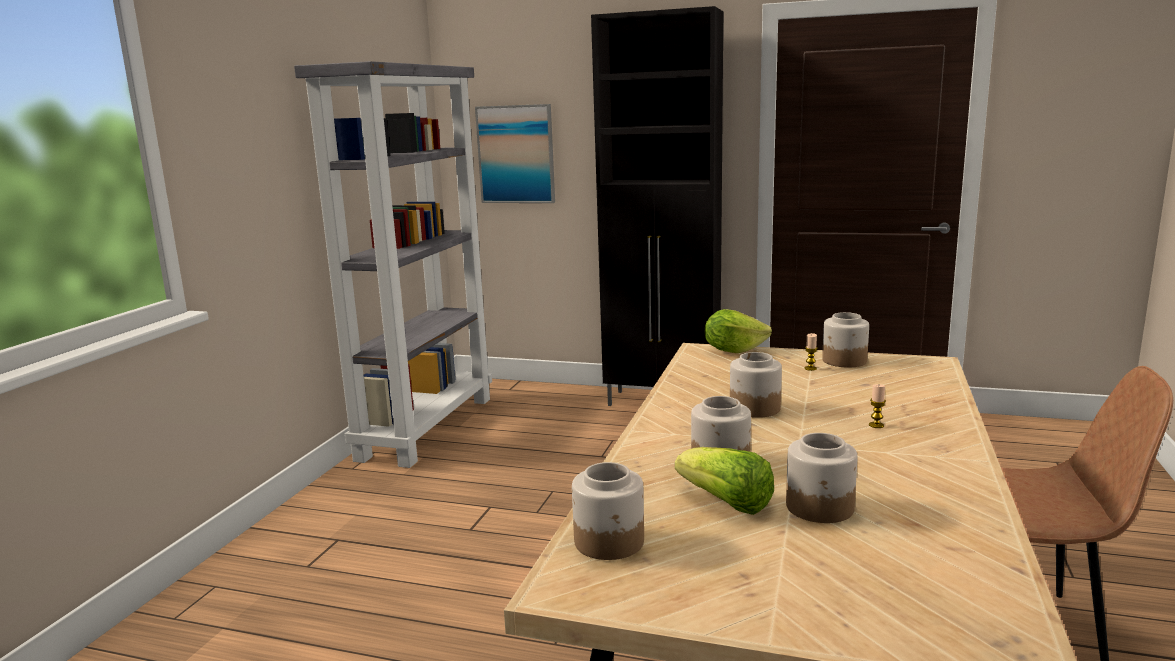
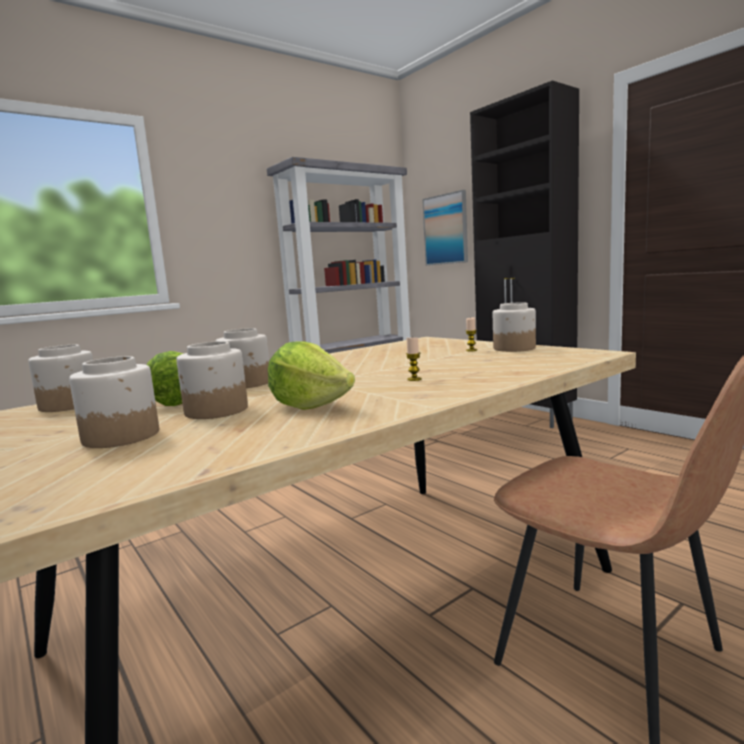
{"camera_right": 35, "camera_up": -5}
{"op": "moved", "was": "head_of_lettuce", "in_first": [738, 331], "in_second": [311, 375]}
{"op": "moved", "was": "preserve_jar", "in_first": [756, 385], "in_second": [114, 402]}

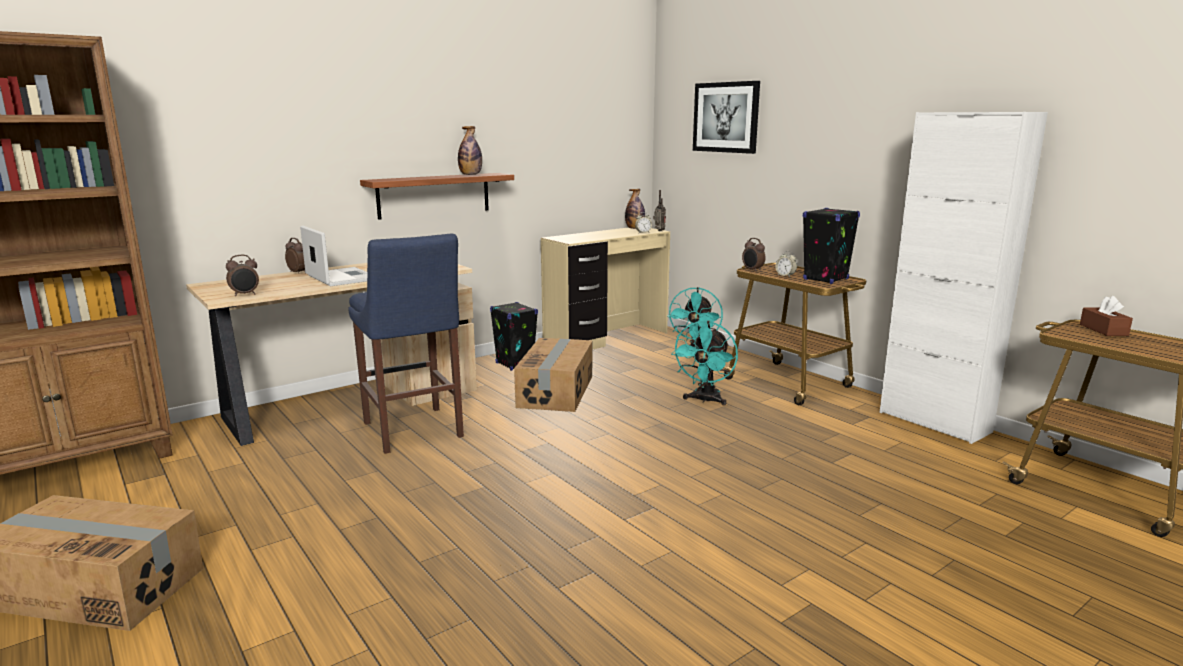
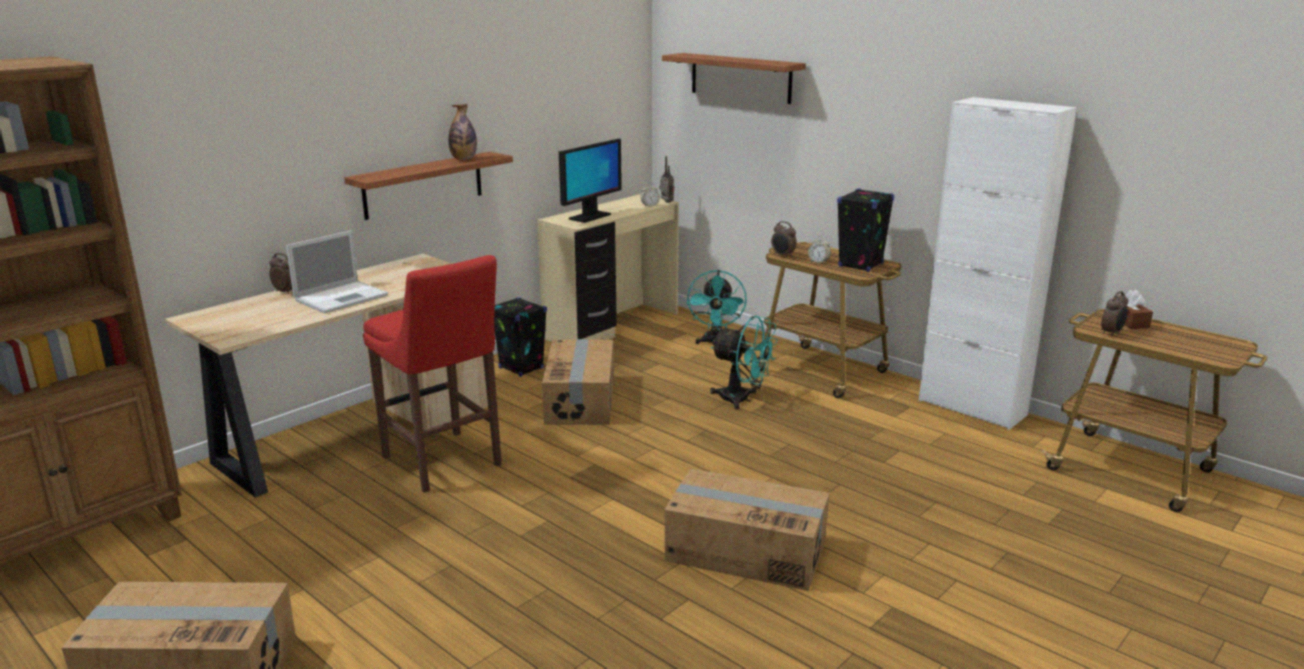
{"camera_right": -10, "camera_up": 5}
{"op": "removed", "was": "beverage_bottle", "in_first": [635, 209]}
{"op": "added", "now": "computer_display", "in_second": [590, 181]}
{"op": "added", "now": "packing_box", "in_second": [747, 530]}
{"op": "moved", "was": "alarm_clock", "in_first": [242, 275], "in_second": [1114, 314]}
{"op": "replaced", "was": "wall_art", "now": "wall_shelf", "in_first": [726, 117], "in_second": [734, 78]}
{"op": "recoloured", "was": "blue-coloured_stool", "now": "red-coloured_stool", "in_first": [406, 344], "in_second": [432, 374]}
{"op": "turned", "was": "laptop", "in_first": [333, 256], "in_second": [337, 272], "clockwise": 90}
{"op": "turned", "was": "turquoise-coloured_fan", "in_first": [704, 363], "in_second": [744, 363], "clockwise": -75}

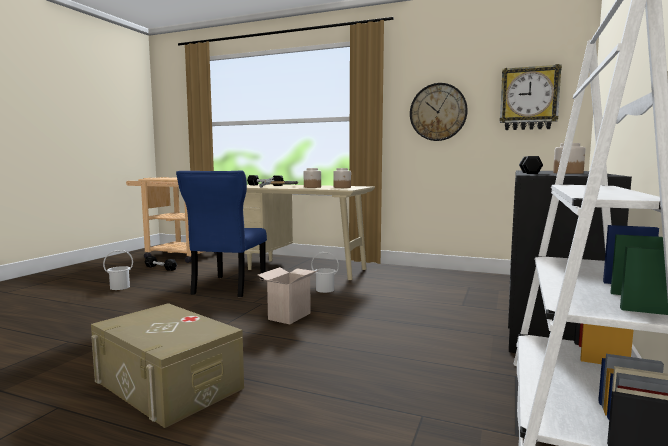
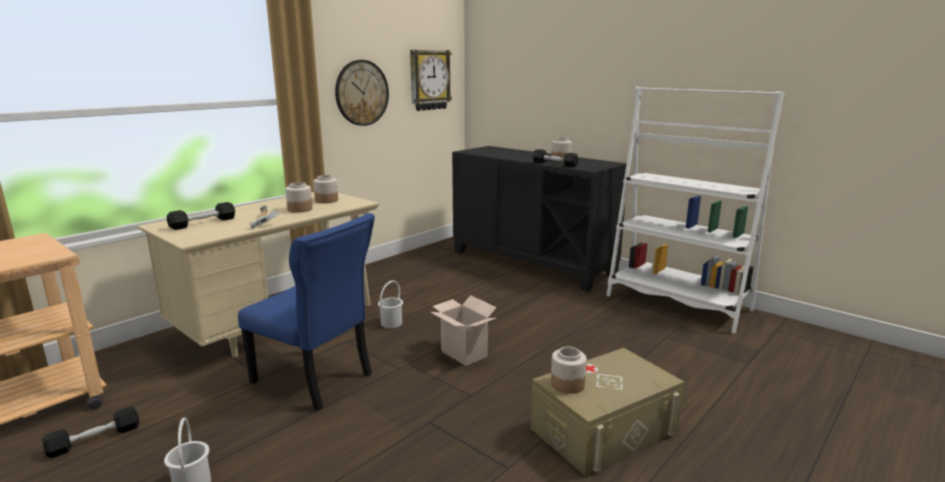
{"camera_right": -70, "camera_up": 10}
{"op": "added", "now": "preserve_jar", "in_second": [569, 370]}

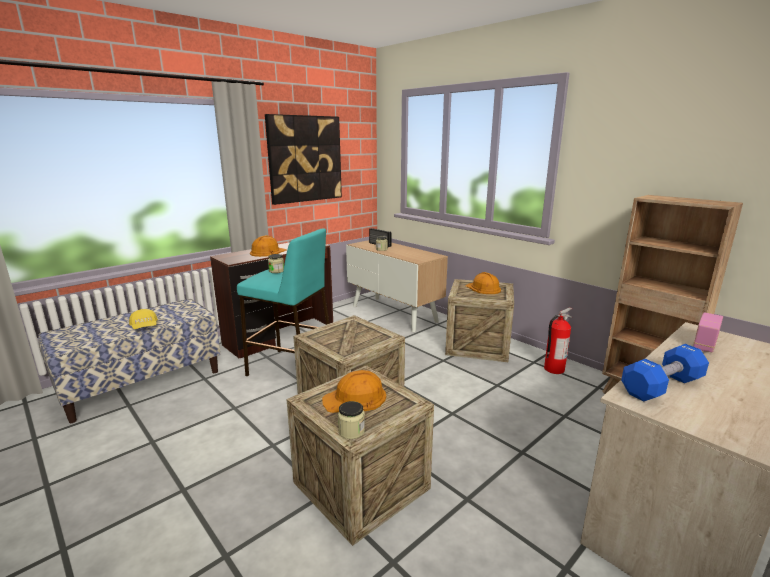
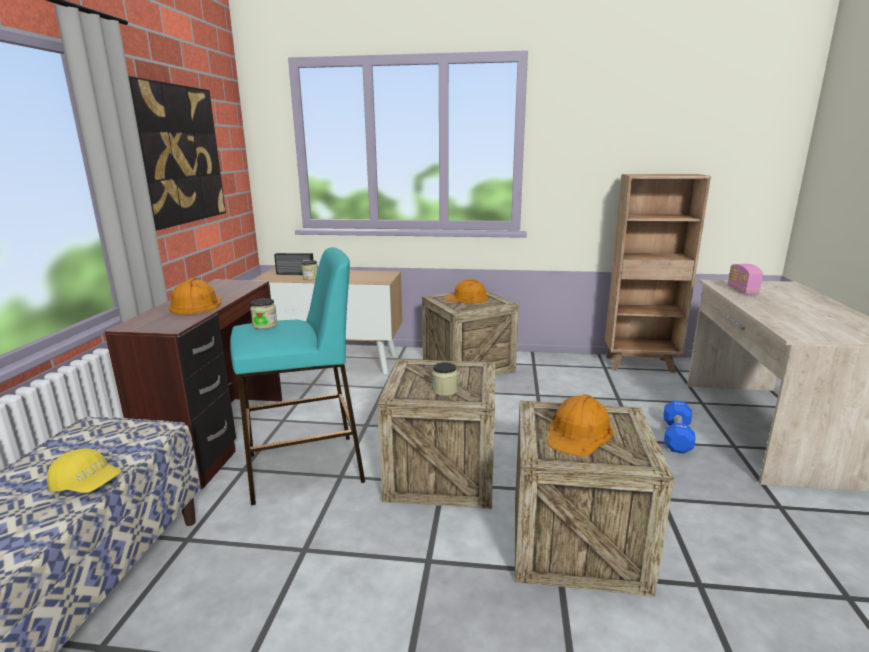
{"camera_right": -40, "camera_up": 0}
{"op": "removed", "was": "extinguisher", "in_first": [558, 340]}
{"op": "moved", "was": "preserve_jar", "in_first": [351, 420], "in_second": [444, 379]}
{"op": "moved", "was": "blue-coloured_free_weight", "in_first": [665, 372], "in_second": [679, 427]}

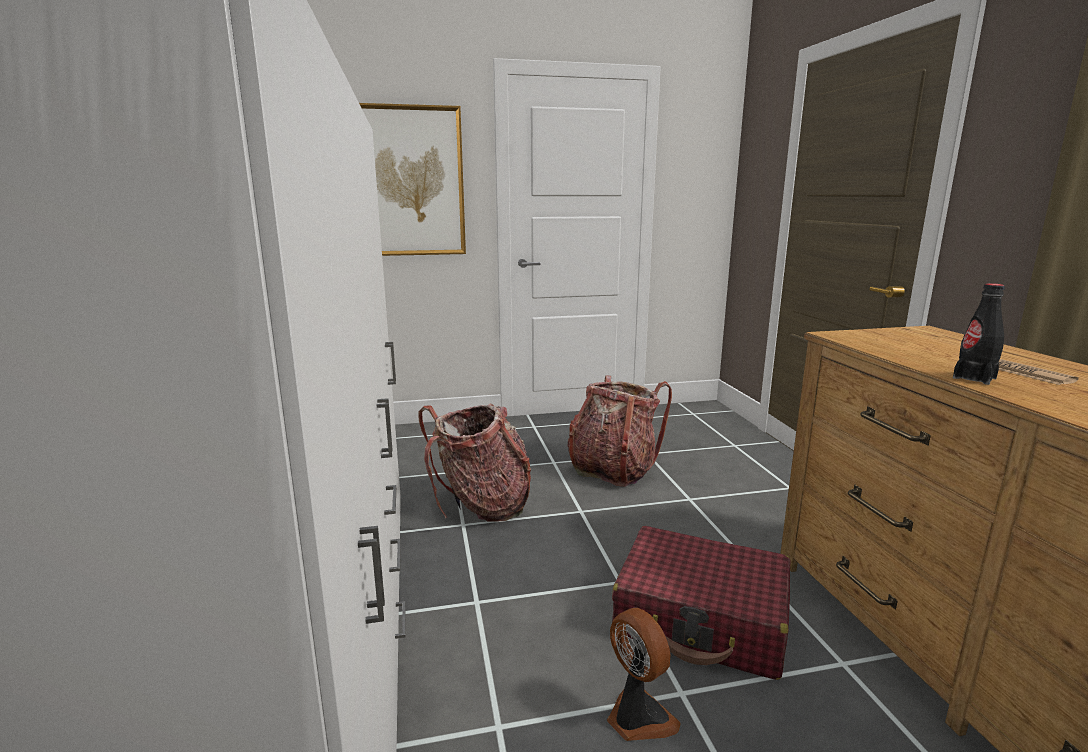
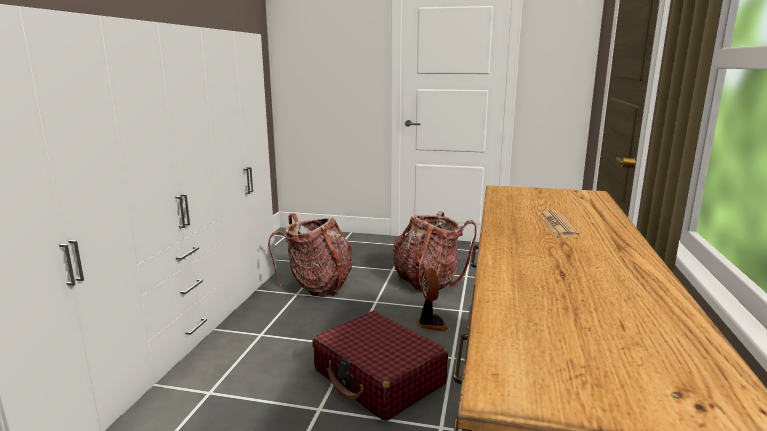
{"camera_right": 25, "camera_up": 0}
{"op": "removed", "was": "wall_art", "in_first": [412, 179]}
{"op": "removed", "was": "blackish_beverage_bottle", "in_first": [979, 334]}
{"op": "moved", "was": "fan", "in_first": [644, 674], "in_second": [432, 299]}

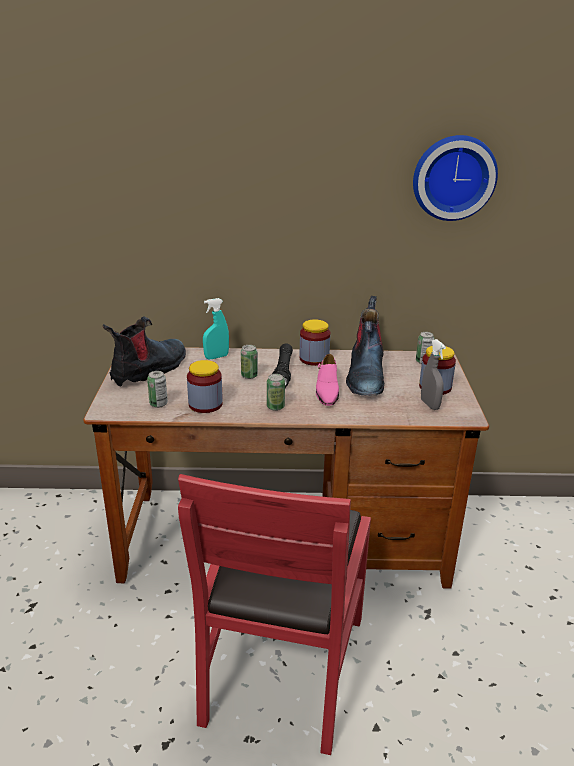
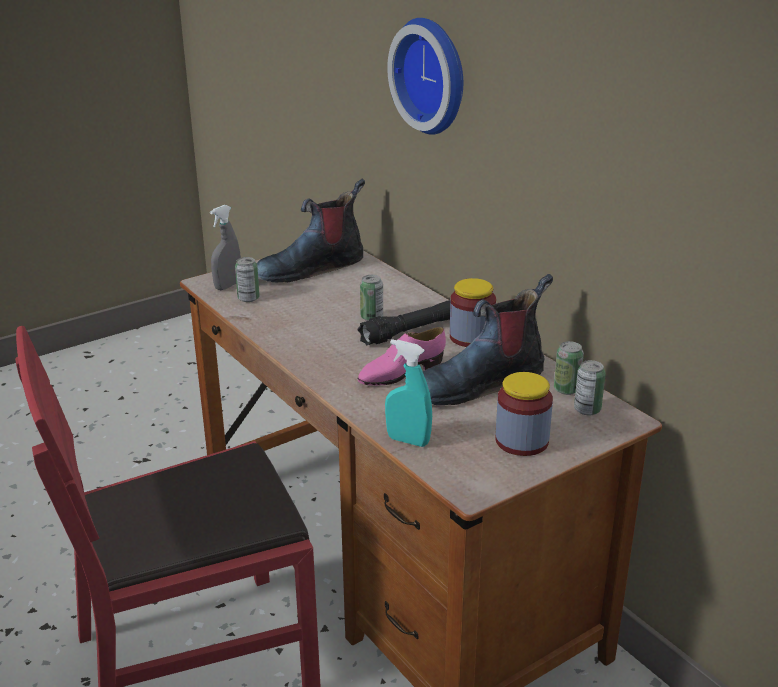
{"camera_right": 55, "camera_up": 0}
{"op": "removed", "was": "preserve_jar", "in_first": [205, 386]}
{"op": "moved", "was": "turquoise-coloured_sprayer", "in_first": [216, 328], "in_second": [408, 393]}
{"op": "moved", "was": "metal_can", "in_first": [276, 392], "in_second": [569, 368]}
{"op": "moved", "was": "hanging_clock", "in_first": [455, 178], "in_second": [425, 76]}
{"op": "moved", "was": "greyish_sprayer", "in_first": [433, 374], "in_second": [225, 247]}
{"op": "turned", "was": "tall_boot", "in_first": [144, 351], "in_second": [311, 230], "clockwise": 150}

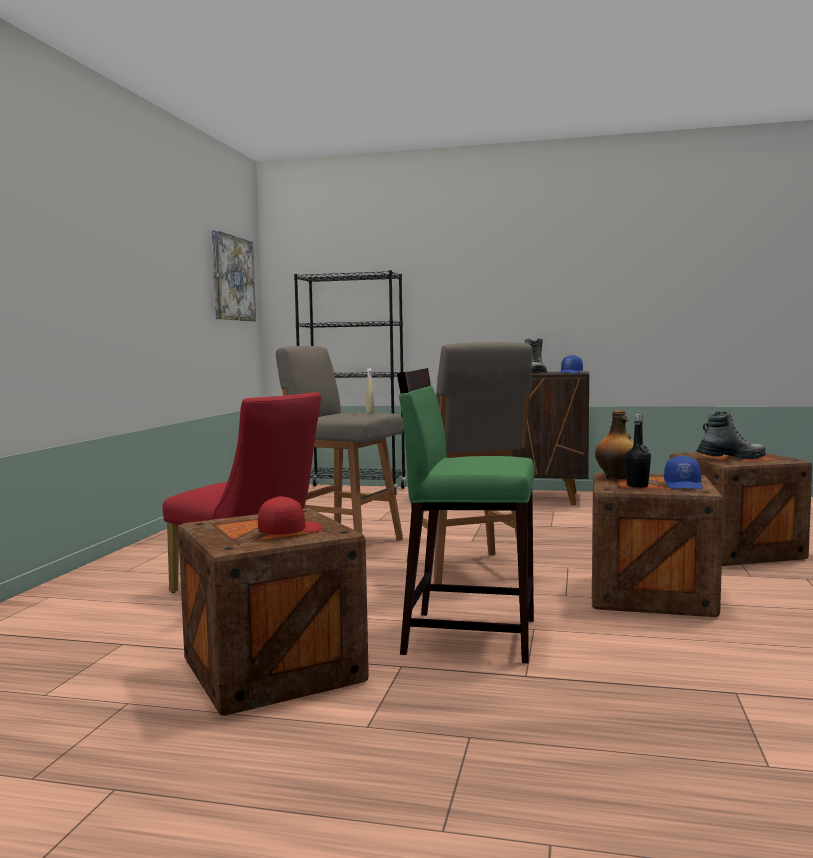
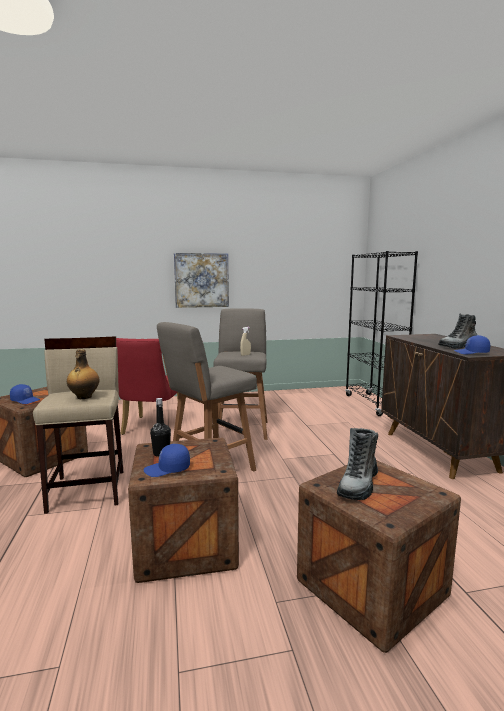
{"camera_right": 65, "camera_up": 5}
{"op": "moved", "was": "wall_art", "in_first": [234, 275], "in_second": [201, 280]}
{"op": "moved", "was": "beverage_bottle", "in_first": [614, 444], "in_second": [83, 374]}
{"op": "recoloured", "was": "red-coloured_peaked_cap", "now": "blue-coloured_peaked_cap", "in_first": [289, 515], "in_second": [25, 394]}
{"op": "recoloured", "was": "greenish_stool", "now": "sand-coloured_stool", "in_first": [466, 515], "in_second": [78, 425]}
{"op": "turned", "was": "tall_boot", "in_first": [731, 435], "in_second": [357, 464], "clockwise": 60}

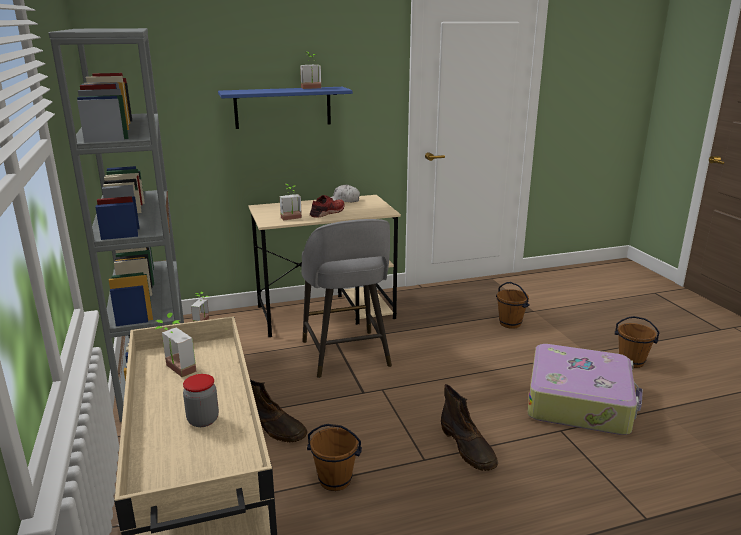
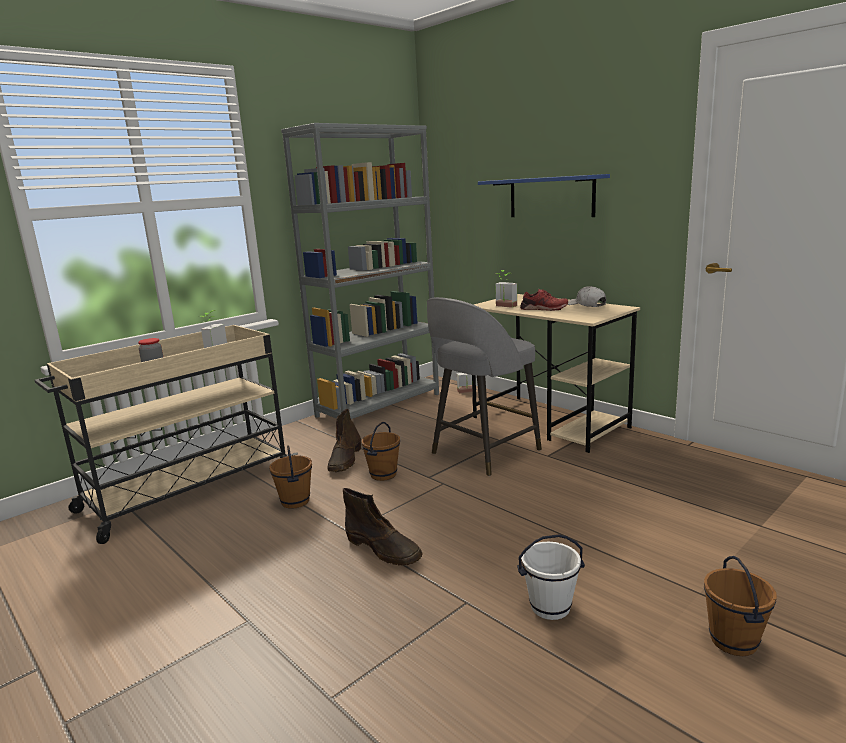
{"camera_right": 65, "camera_up": -5}
{"op": "removed", "was": "houseplant", "in_first": [310, 70]}
{"op": "moved", "was": "brown-coloured_bucket", "in_first": [513, 305], "in_second": [380, 451]}
{"op": "replaced", "was": "travel_case", "now": "white-coloured_bucket", "in_first": [585, 389], "in_second": [551, 577]}
{"op": "turned", "was": "brown-coloured_tall_boot", "in_first": [469, 427], "in_second": [383, 527], "clockwise": -90}

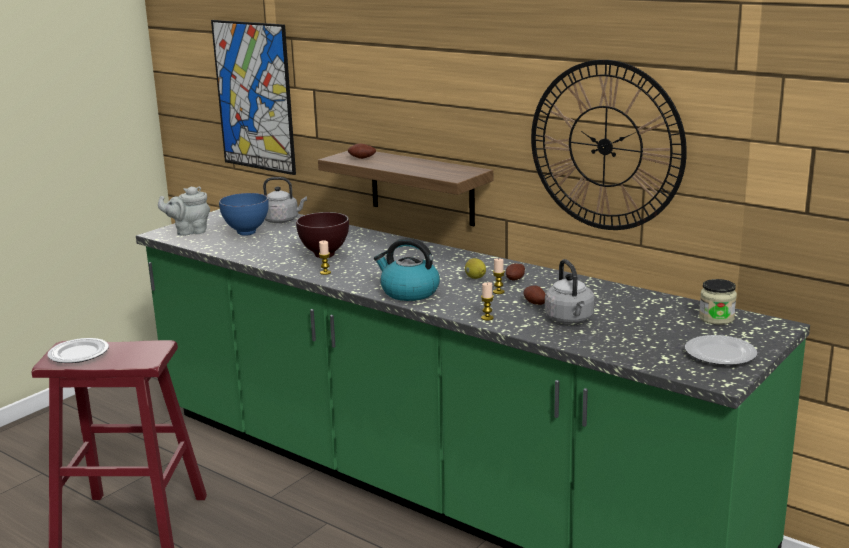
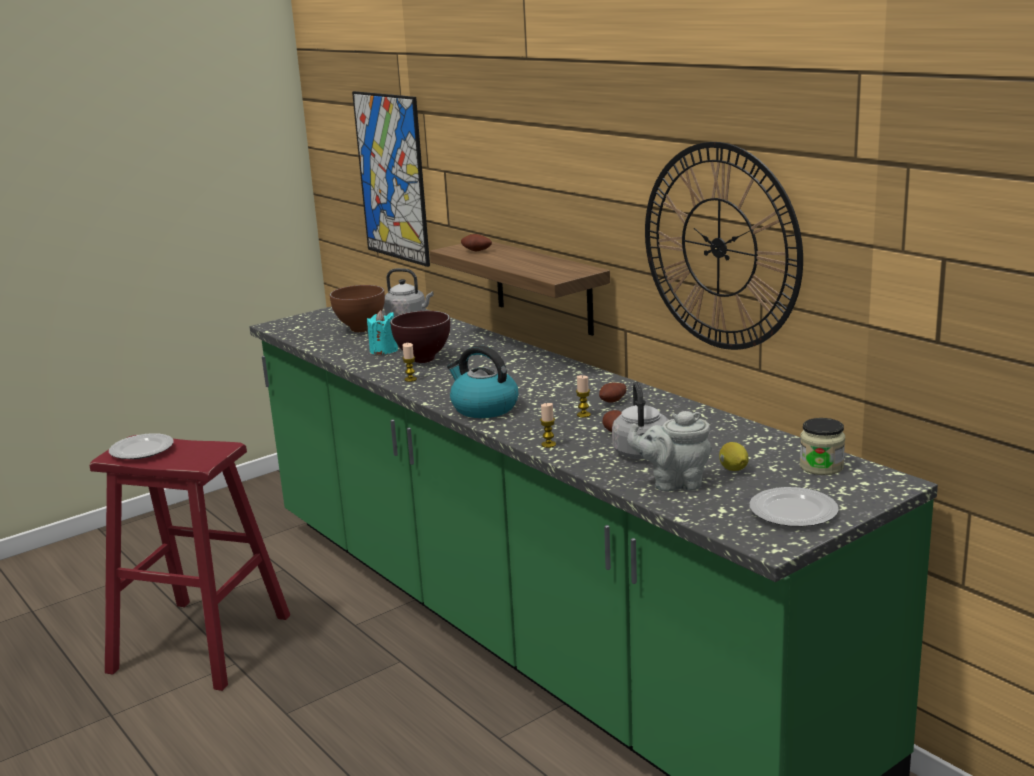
{"camera_right": 15, "camera_up": 0}
{"op": "added", "now": "turquoise-coloured_wax_candle", "in_second": [382, 332]}
{"op": "moved", "was": "greyish_tea_pot", "in_first": [184, 211], "in_second": [669, 451]}
{"op": "moved", "was": "lemon", "in_first": [475, 268], "in_second": [733, 456]}
{"op": "recoloured", "was": "blue-coloured_bowl", "now": "brown-coloured_bowl", "in_first": [244, 214], "in_second": [357, 308]}

